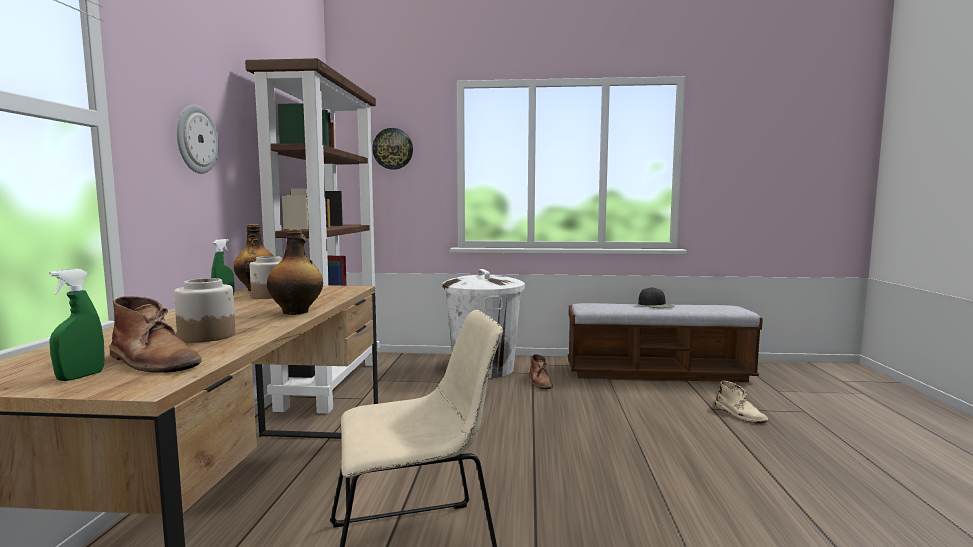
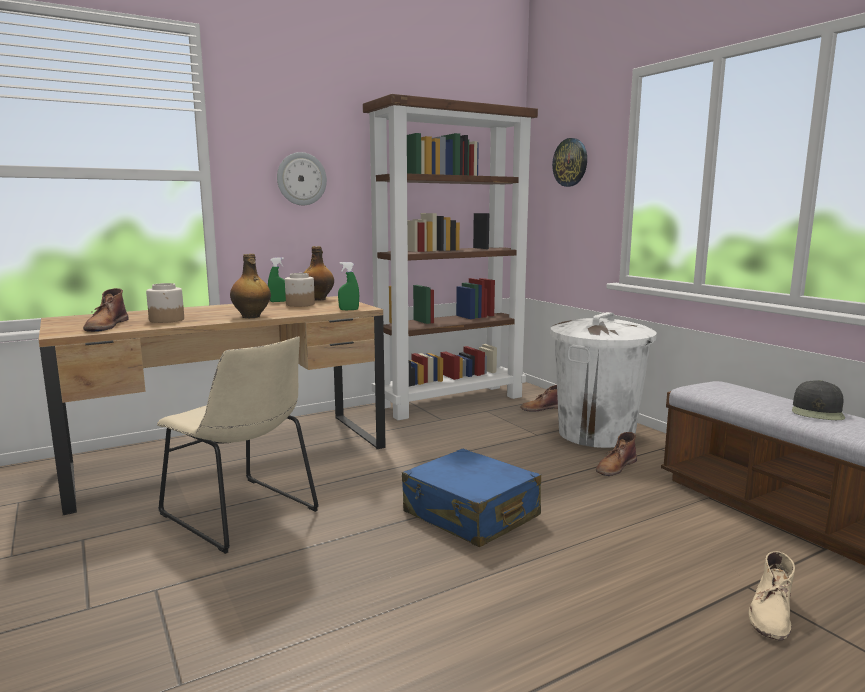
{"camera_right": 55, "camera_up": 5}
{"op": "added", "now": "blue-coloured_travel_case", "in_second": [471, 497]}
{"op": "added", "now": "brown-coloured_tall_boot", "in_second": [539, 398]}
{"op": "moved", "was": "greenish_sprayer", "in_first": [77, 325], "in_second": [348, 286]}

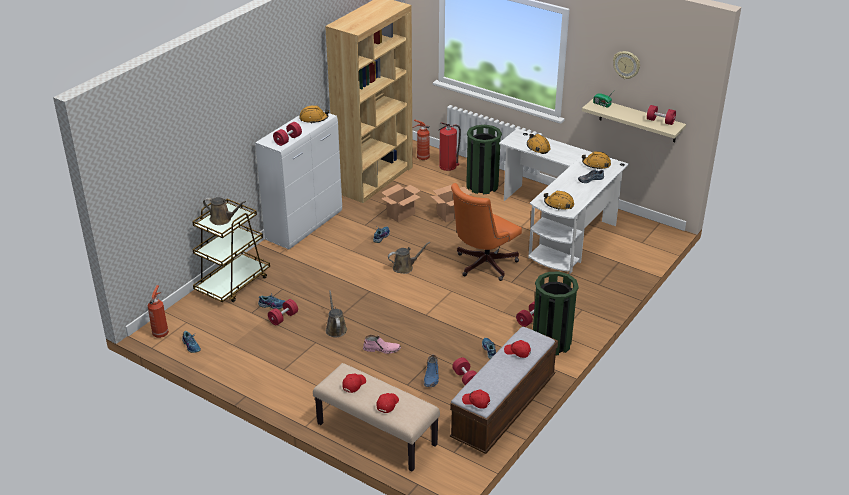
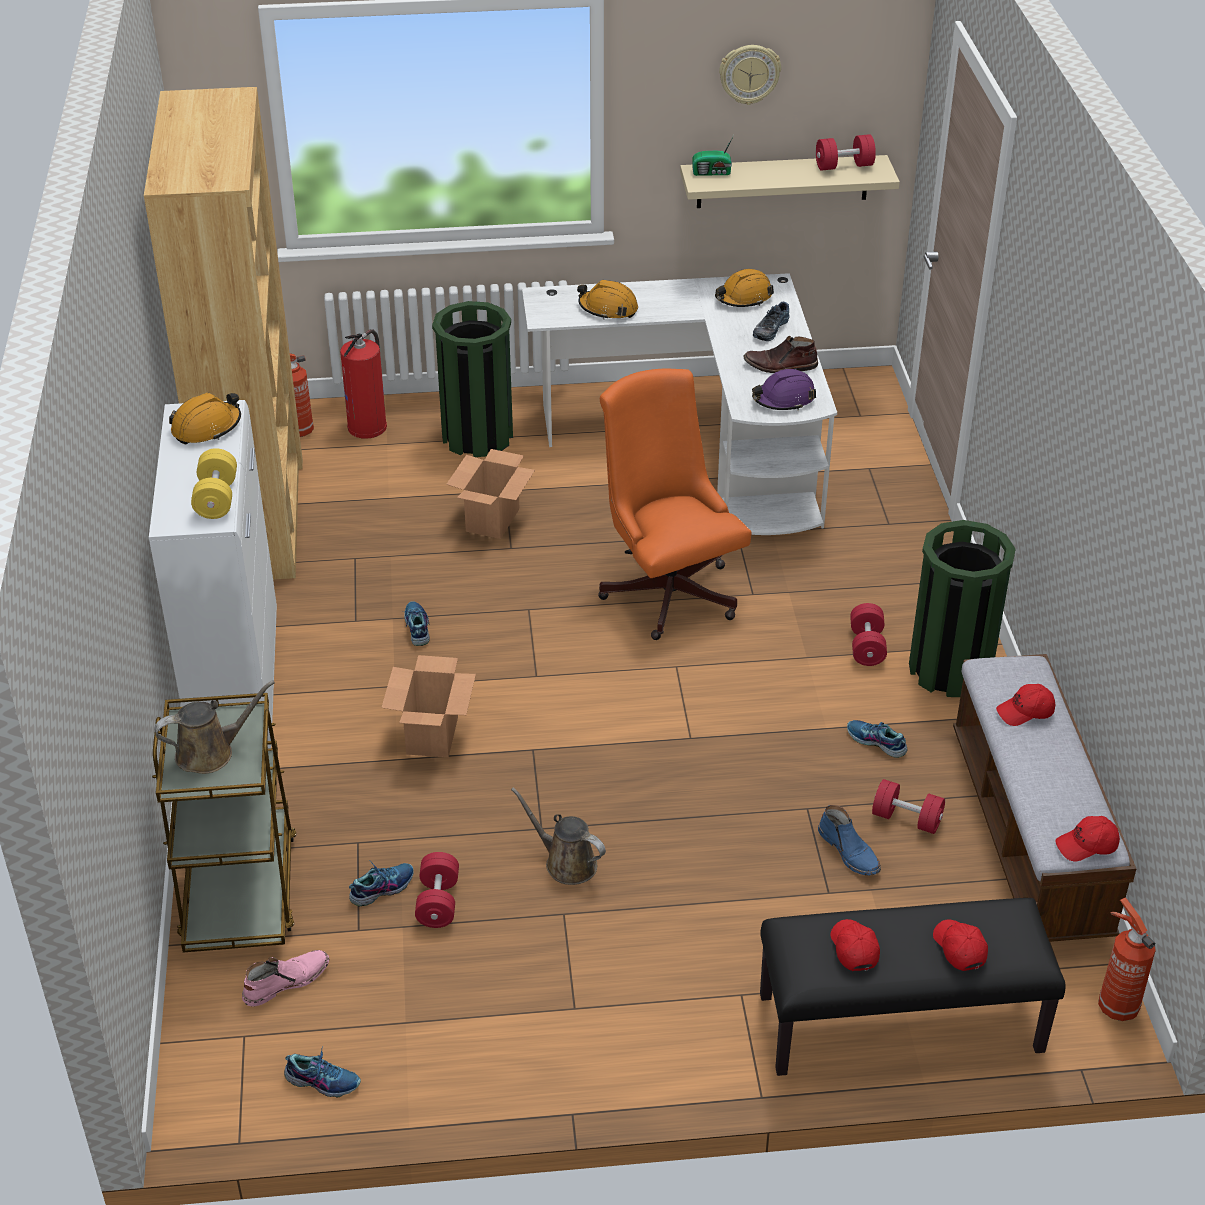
{"camera_right": -40, "camera_up": 5}
{"op": "removed", "was": "brown-coloured_watering_can", "in_first": [409, 258]}
{"op": "added", "now": "brown-coloured_tall_boot", "in_second": [780, 354]}
{"op": "moved", "was": "extinguisher", "in_first": [158, 311], "in_second": [1127, 959]}
{"op": "moved", "was": "pinkish_tall_boot", "in_first": [382, 344], "in_second": [285, 978]}
{"op": "moved", "was": "packing_box", "in_first": [401, 203], "in_second": [428, 706]}
{"op": "recoloured", "was": "red-coloured_free_weight", "now": "yellowish_free_weight", "in_first": [287, 134], "in_second": [214, 483]}
{"op": "recoloured", "was": "sand-coloured_bench", "now": "blackish_bench", "in_first": [376, 417], "in_second": [913, 987]}
{"op": "recoloured", "was": "orange_safety_helmet", "now": "purplish_safety_helmet", "in_first": [559, 200], "in_second": [784, 389]}
{"op": "turned", "was": "orange_desk_chair", "in_first": [486, 232], "in_second": [675, 504], "clockwise": 150}

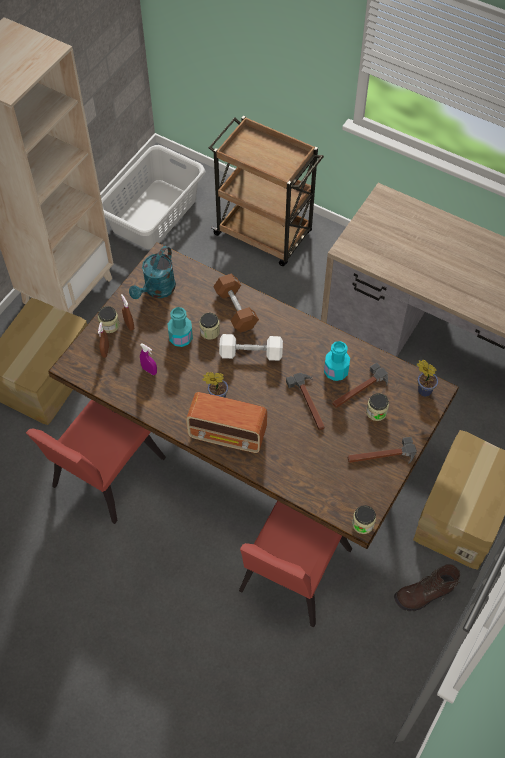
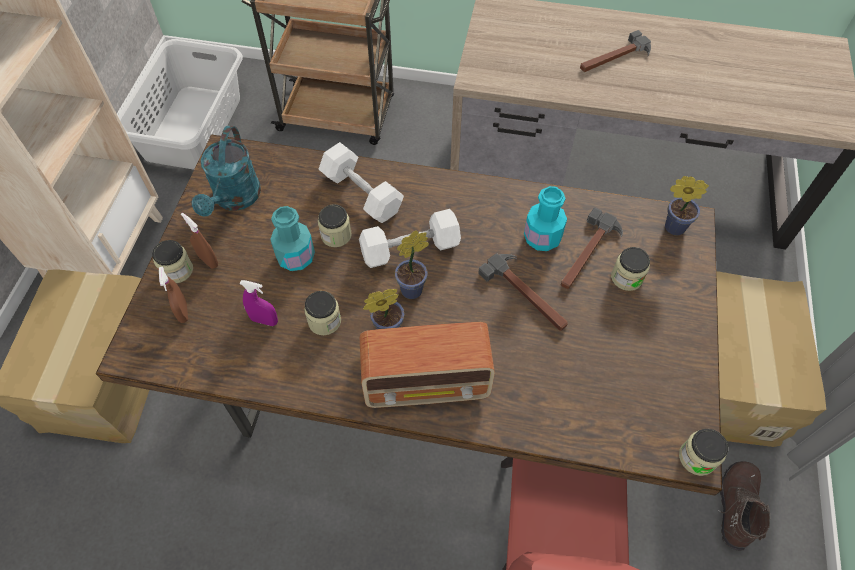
{"camera_right": -20, "camera_up": 0}
{"op": "removed", "was": "red-coloured_upright_chair", "in_first": [96, 461]}
{"op": "added", "now": "preserve_jar", "in_second": [322, 313]}
{"op": "added", "now": "houseplant", "in_second": [412, 264]}
{"op": "moved", "was": "tool_hammer", "in_first": [382, 450], "in_second": [615, 51]}
{"op": "recoloured", "was": "brown-coloured_free_weight", "now": "white-coloured_free_weight", "in_first": [236, 303], "in_second": [361, 182]}
{"op": "turned", "was": "brown-coloured_tall_boot", "in_first": [427, 587], "in_second": [744, 506], "clockwise": 150}

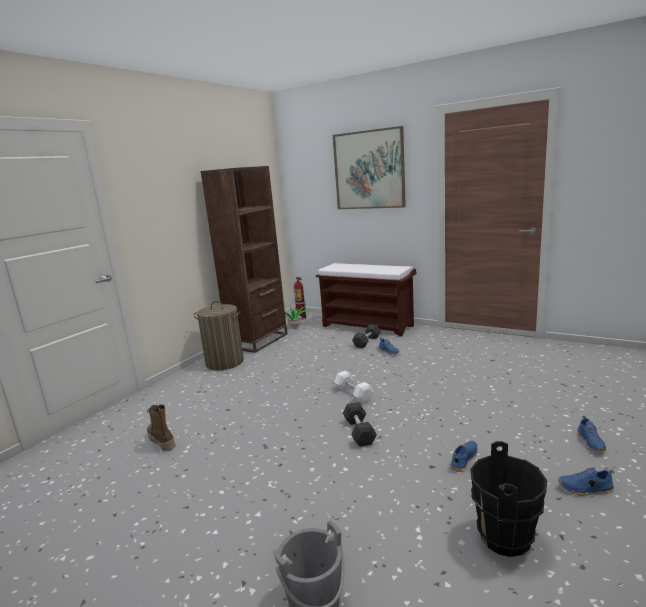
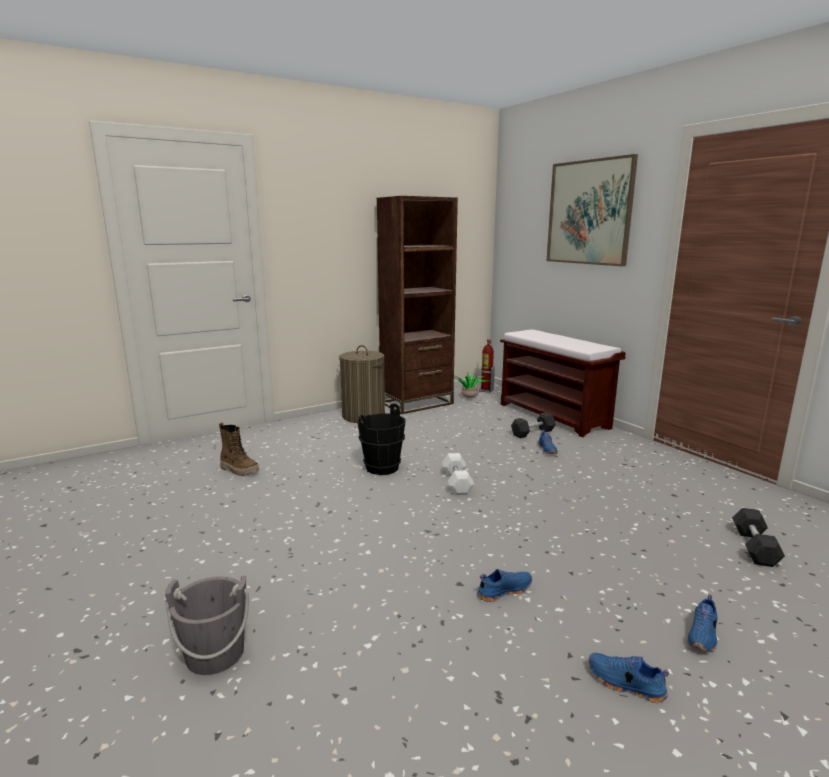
{"camera_right": 25, "camera_up": 0}
{"op": "moved", "was": "greyish_free_weight", "in_first": [360, 424], "in_second": [758, 537]}
{"op": "moved", "was": "blackish_bucket", "in_first": [508, 499], "in_second": [381, 439]}
{"op": "turned", "was": "tall_boot", "in_first": [161, 428], "in_second": [239, 449], "clockwise": 135}

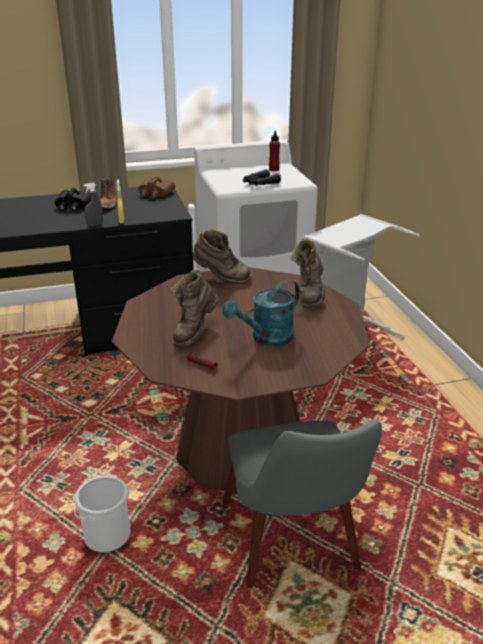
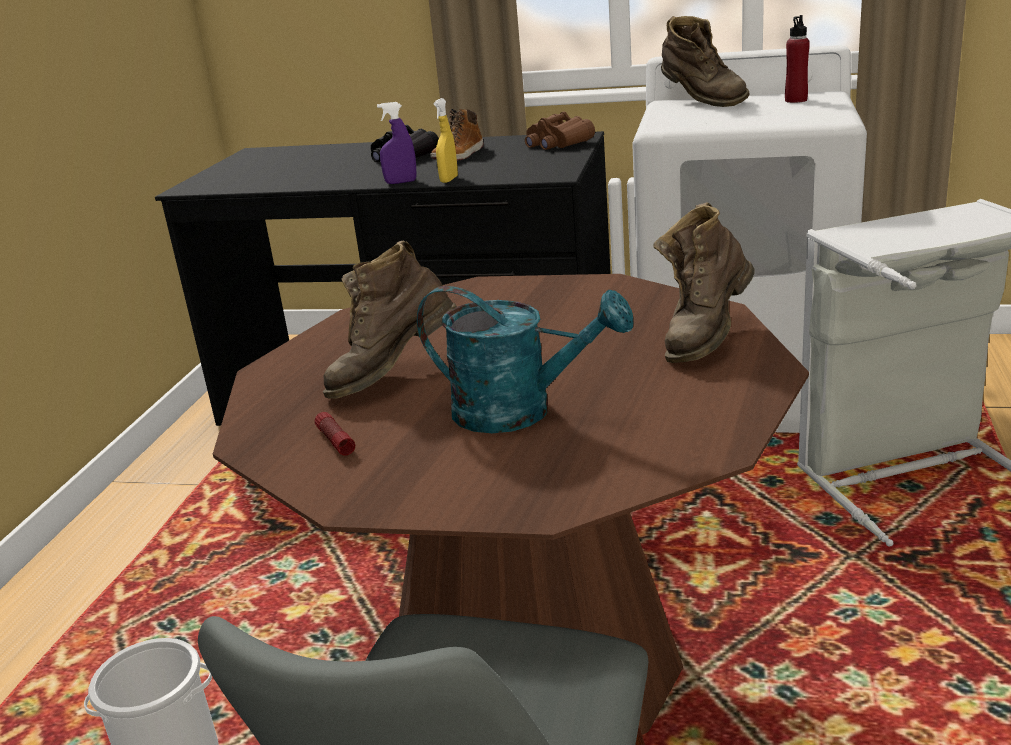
{"camera_right": 30, "camera_up": -5}
{"op": "removed", "was": "blackish_field_glasses", "in_first": [262, 177]}
{"op": "moved", "was": "brown-coloured_tall_boot", "in_first": [222, 257], "in_second": [705, 61]}
{"op": "recoloured", "was": "greyish_sprayer", "now": "purplish_sprayer", "in_first": [93, 204], "in_second": [396, 143]}
{"op": "turned", "was": "turquoise-coloured_watering_can", "in_first": [261, 312], "in_second": [525, 359], "clockwise": -150}

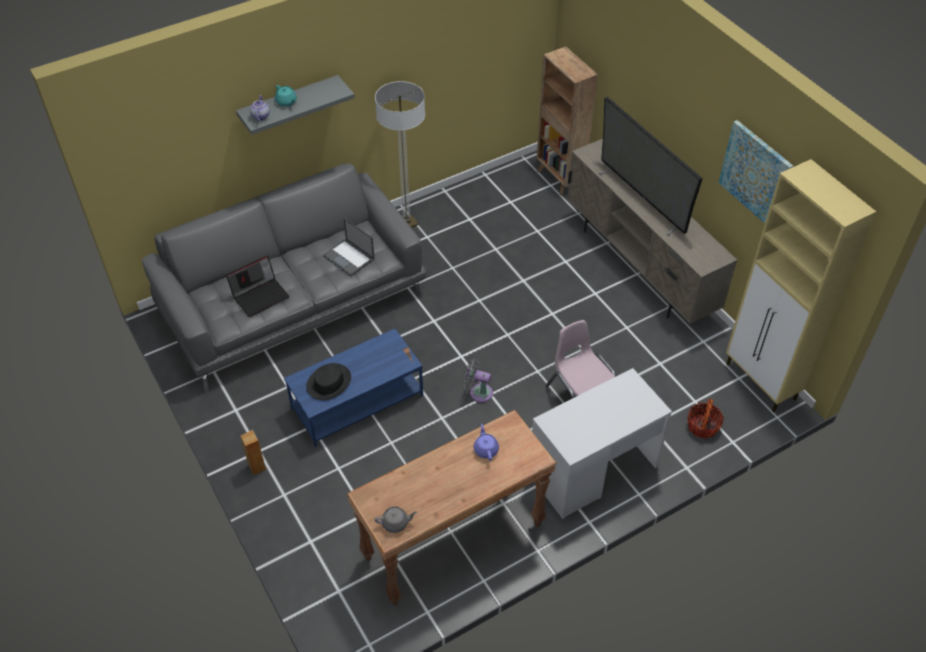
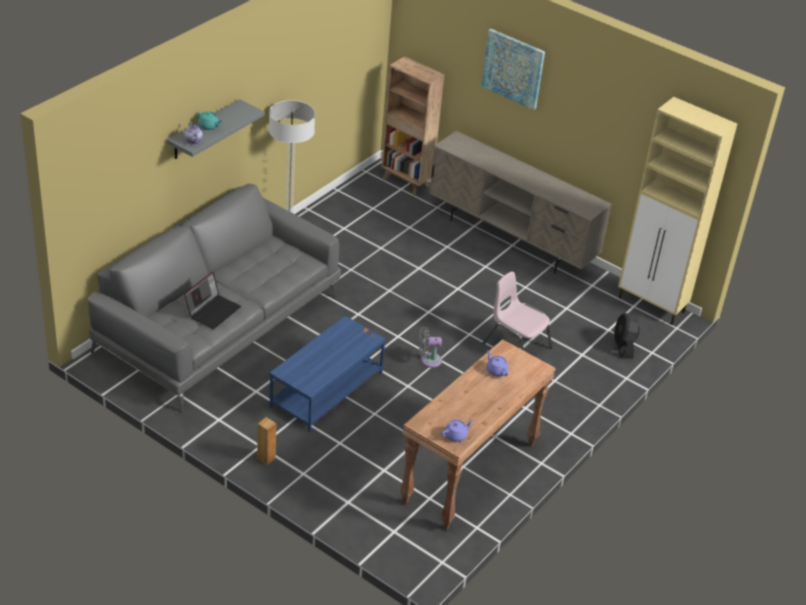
{"camera_right": -25, "camera_up": -10}
{"op": "removed", "was": "blackish_hat", "in_first": [328, 381]}
{"op": "removed", "was": "laptop", "in_first": [349, 247]}
{"op": "removed", "was": "white-coloured_desk", "in_first": [602, 443]}
{"op": "removed", "was": "TV_set", "in_first": [651, 166]}
{"op": "moved", "was": "wall_art", "in_first": [756, 171], "in_second": [513, 69]}
{"op": "replaced", "was": "basket", "now": "blackish_fan", "in_first": [705, 419], "in_second": [627, 336]}
{"op": "recoloured", "was": "greyish_tea_pot", "now": "purplish_tea_pot", "in_first": [395, 519], "in_second": [457, 431]}

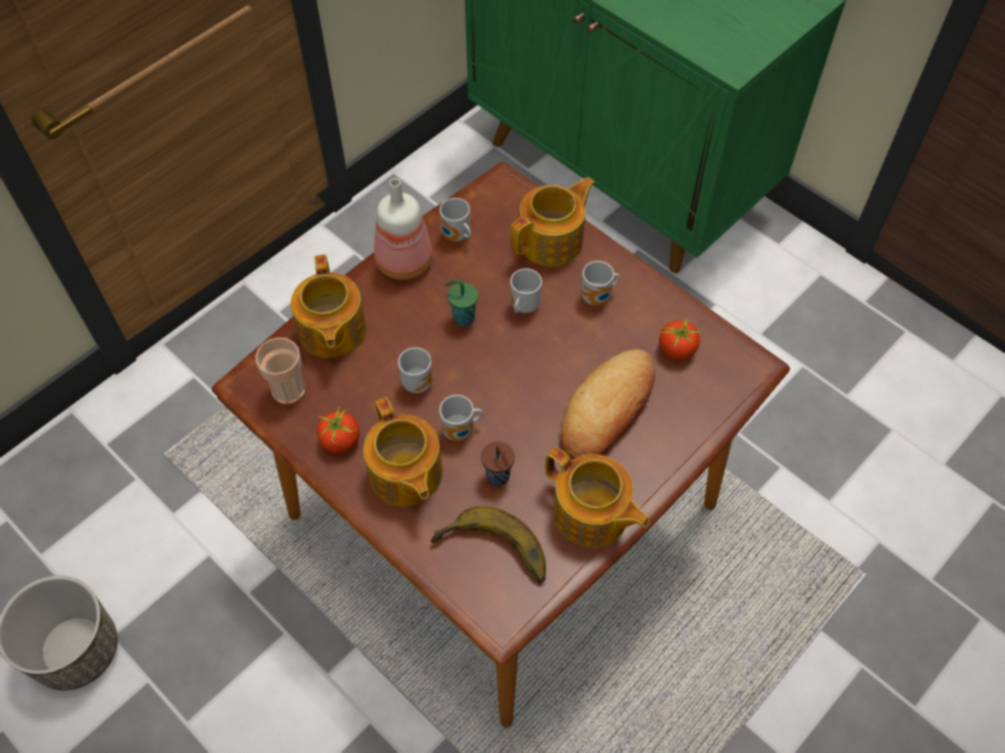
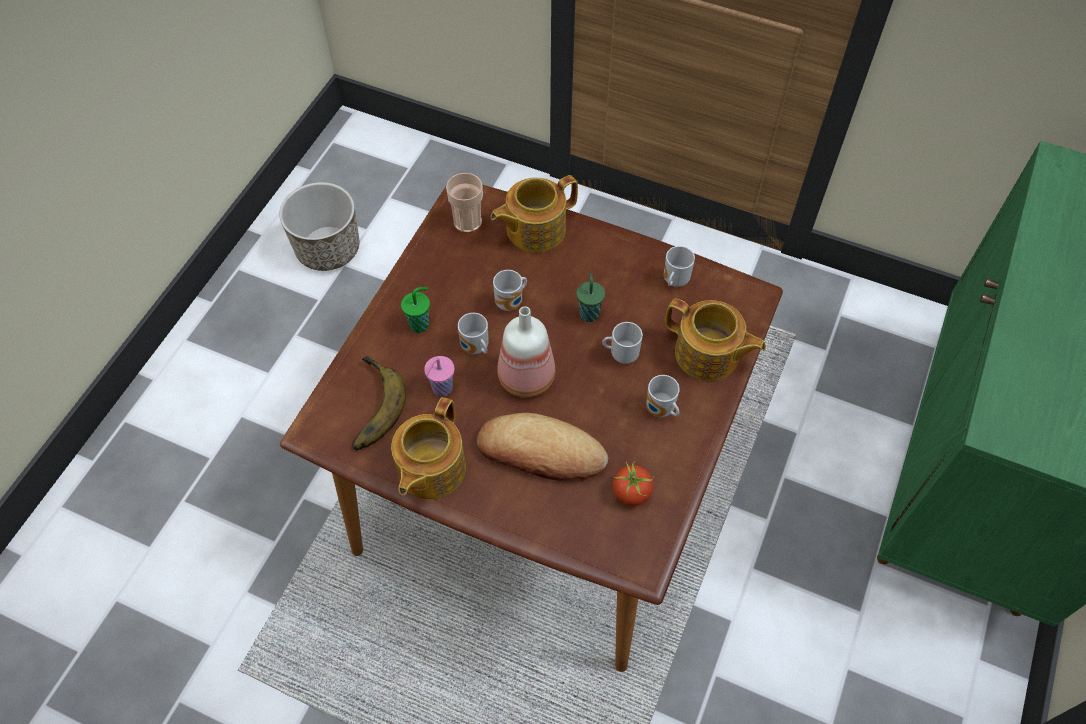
{"camera_right": 70, "camera_up": 0}
{"op": "removed", "was": "whole_tomato", "in_first": [338, 429]}
{"op": "moved", "was": "beverage_bottle", "in_first": [403, 229], "in_second": [526, 352]}
{"op": "replaced", "was": "tea_pot", "now": "greenish_cup", "in_first": [403, 452], "in_second": [415, 310]}
{"op": "recoloured", "was": "brown-coloured_cup", "now": "pinkish_cup", "in_first": [498, 463], "in_second": [439, 376]}

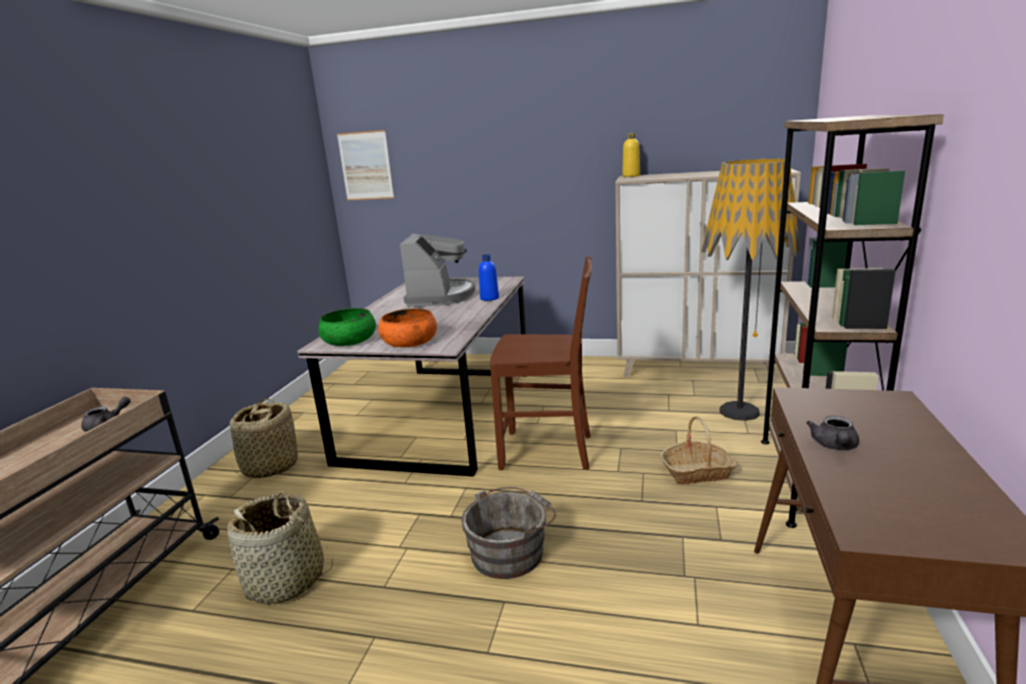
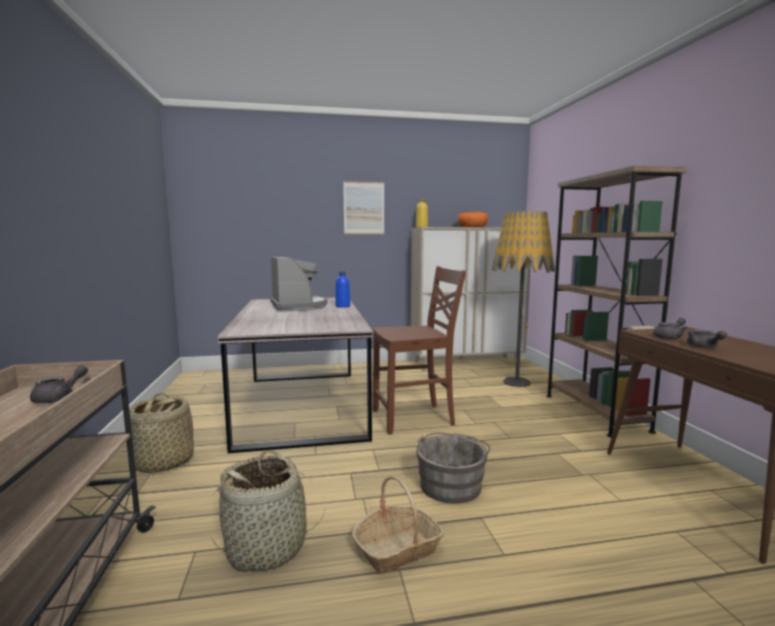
{"camera_right": -25, "camera_up": -10}
{"op": "removed", "was": "greenish_bowl", "in_first": [347, 327]}
{"op": "added", "now": "greyish_tea_pot", "in_second": [670, 328]}
{"op": "moved", "was": "wall_art", "in_first": [365, 165], "in_second": [363, 207]}
{"op": "moved", "was": "orange_bowl", "in_first": [407, 327], "in_second": [472, 219]}
{"op": "moved", "was": "basket", "in_first": [699, 450], "in_second": [398, 525]}

